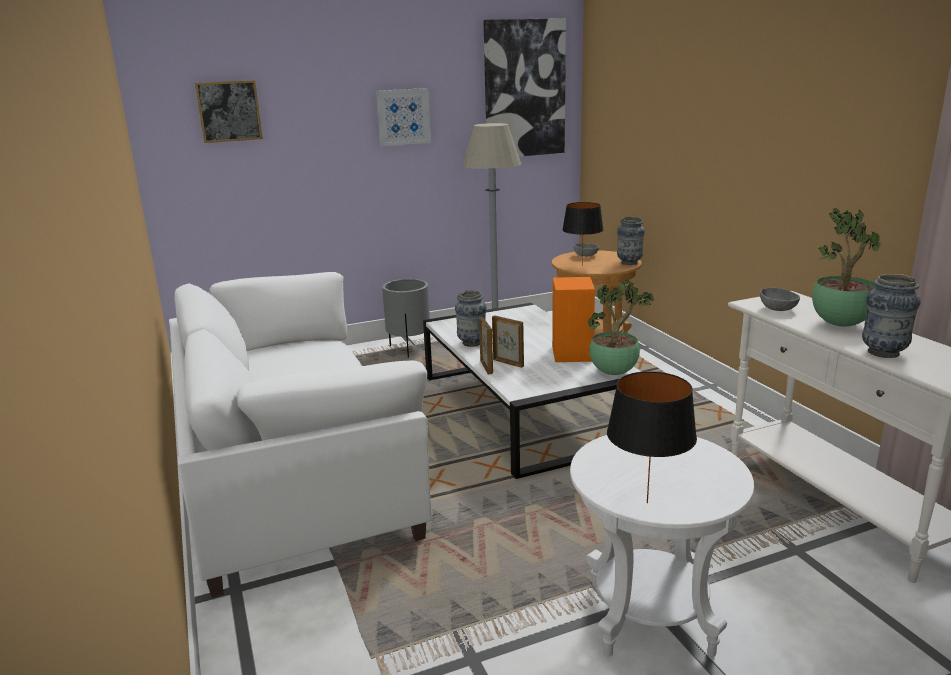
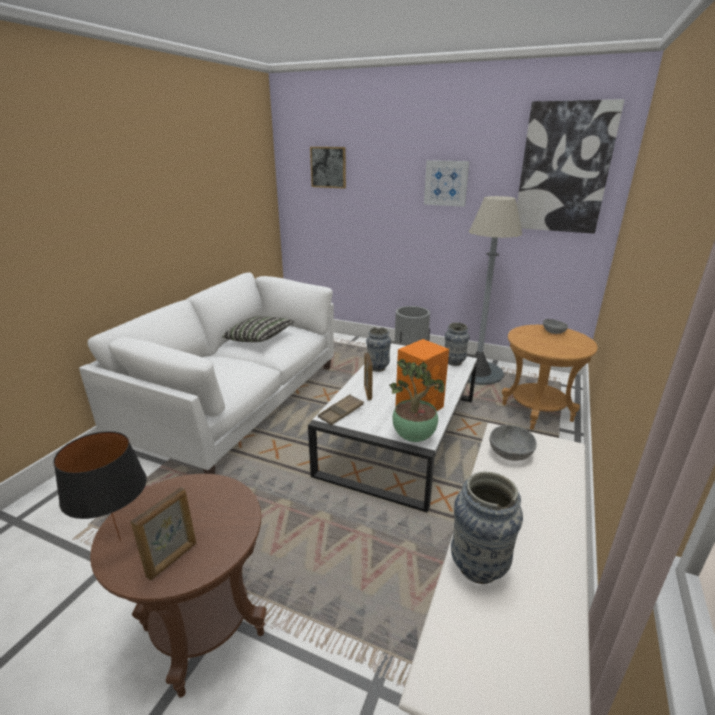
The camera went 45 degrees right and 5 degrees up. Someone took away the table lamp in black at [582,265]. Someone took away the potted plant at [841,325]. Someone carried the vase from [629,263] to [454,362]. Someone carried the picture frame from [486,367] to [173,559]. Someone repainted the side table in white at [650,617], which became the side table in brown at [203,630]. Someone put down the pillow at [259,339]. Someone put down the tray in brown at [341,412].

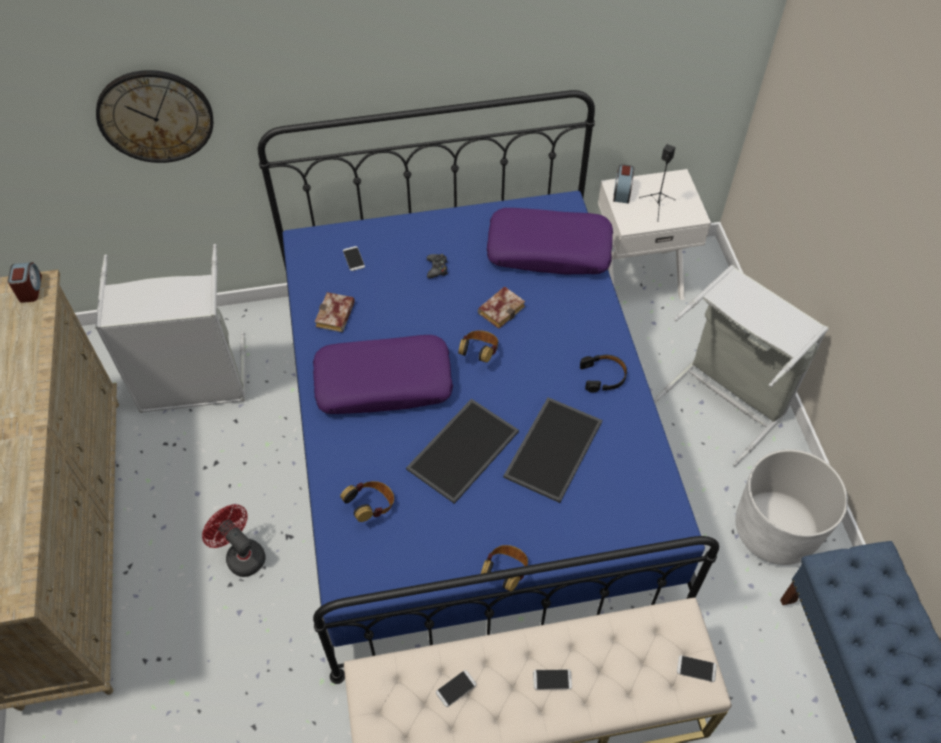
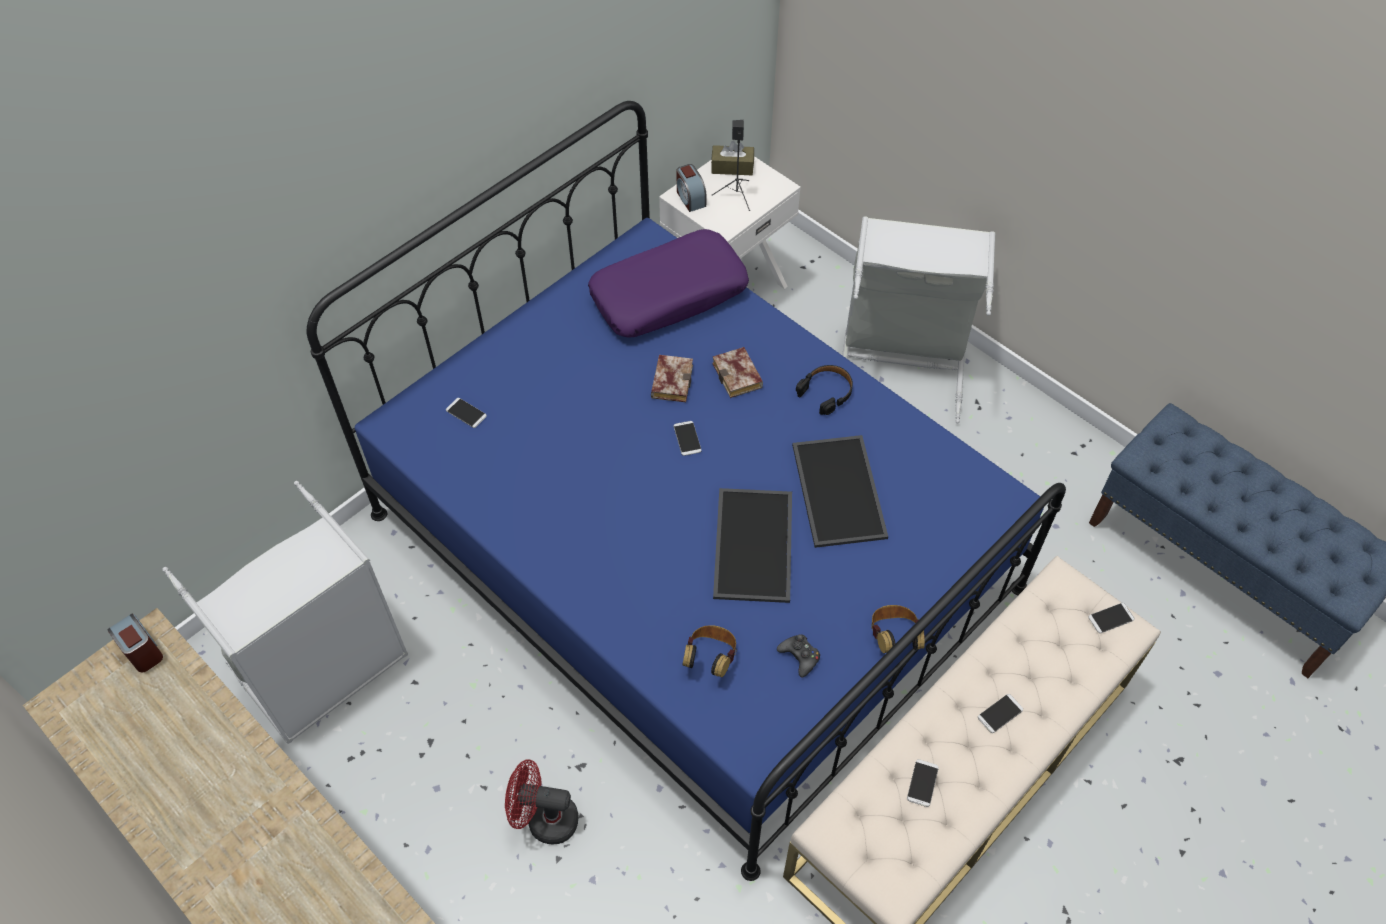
The camera went 35 degrees left and 0 degrees up. Someone took away the wall clock at [155,116]. Someone carried the game controller in black from [437,268] to [800,656]. Someone carried the book from [336,317] to [739,377]. Someone swapped the headphones at [479,353] for the phone at [687,438]. Someone took away the pillow in purple at [384,382]. Someone took away the planter in white at [775,530]. Someone put down the tissue box in brown at [732,167].

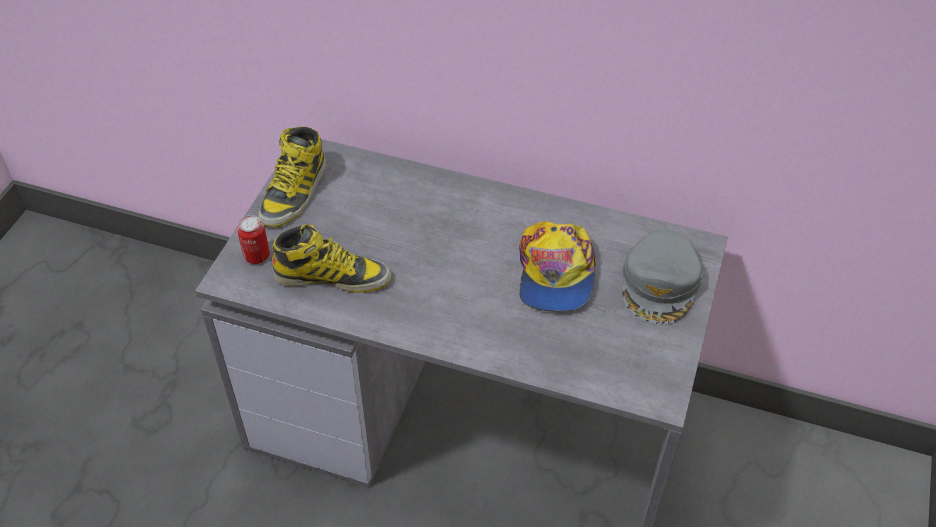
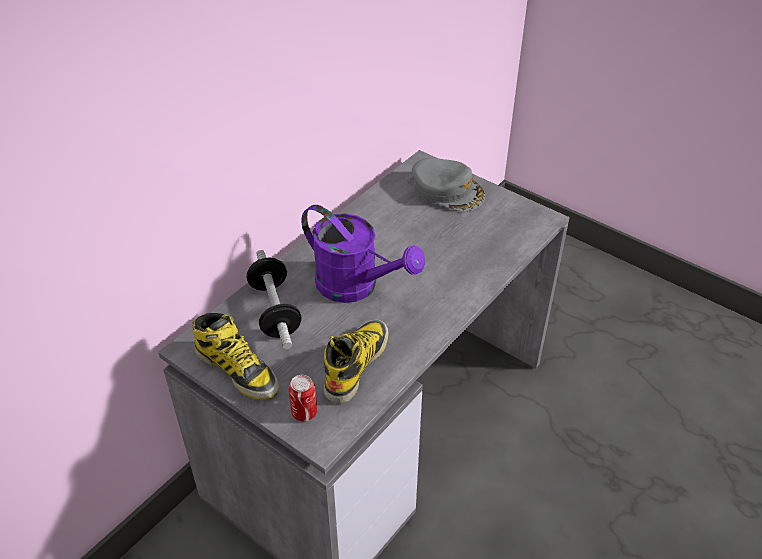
The camera went 70 degrees left and 5 degrees down. Someone took away the cap at [555,273]. Someone put down the watering can in purple at [356,286]. Someone put down the dumbbell at [275,311].

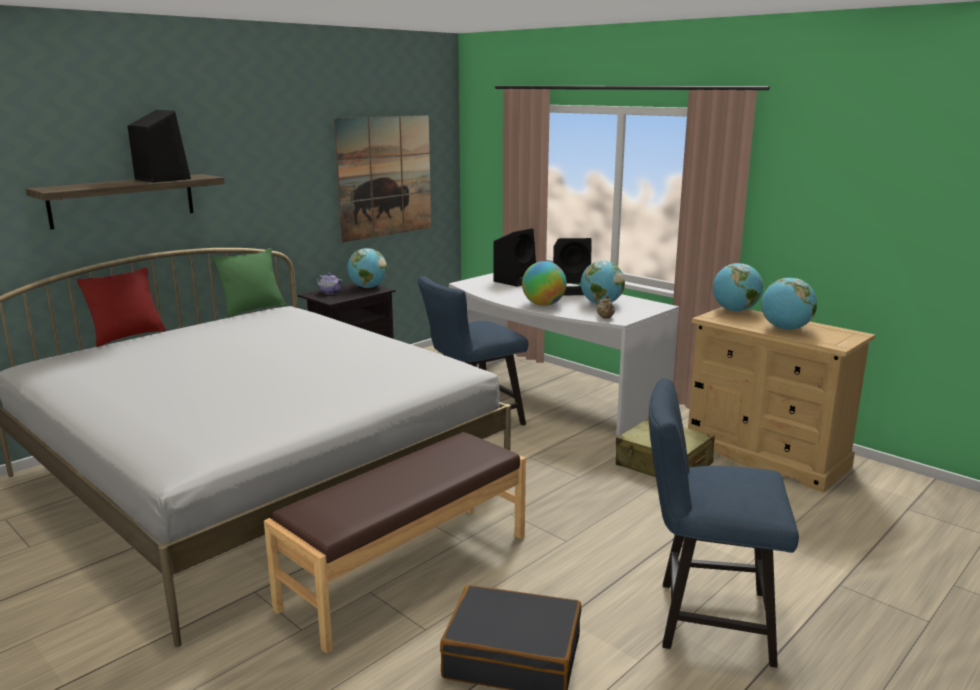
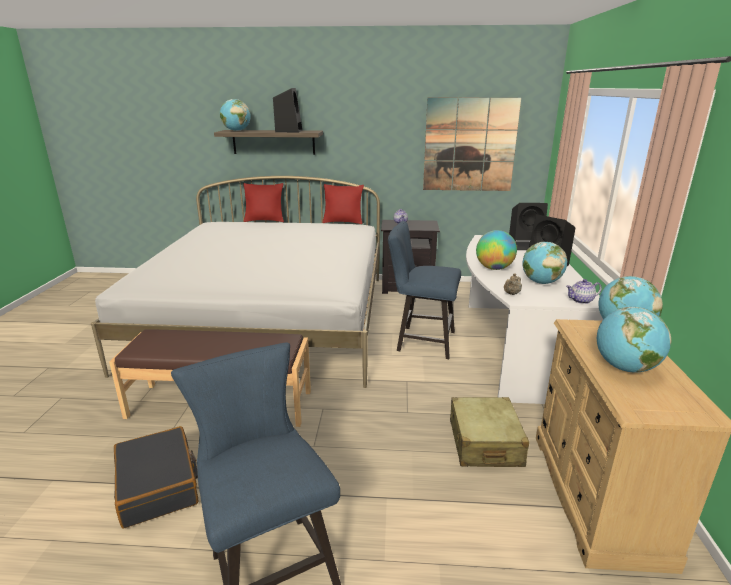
The camera went 50 degrees right and 5 degrees up. Someone repainted the pillow in green at [253,310], which became the pillow in red at [343,222]. Someone carried the globe from [367,287] to [236,131]. Someone put down the teapot at [581,300].

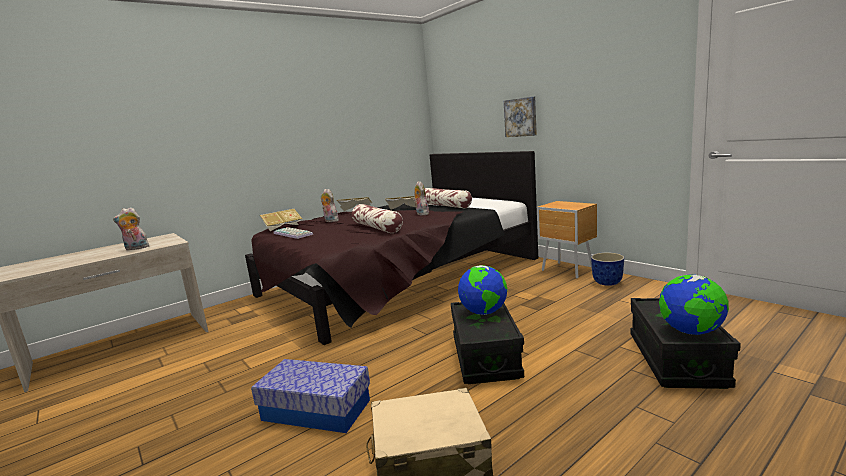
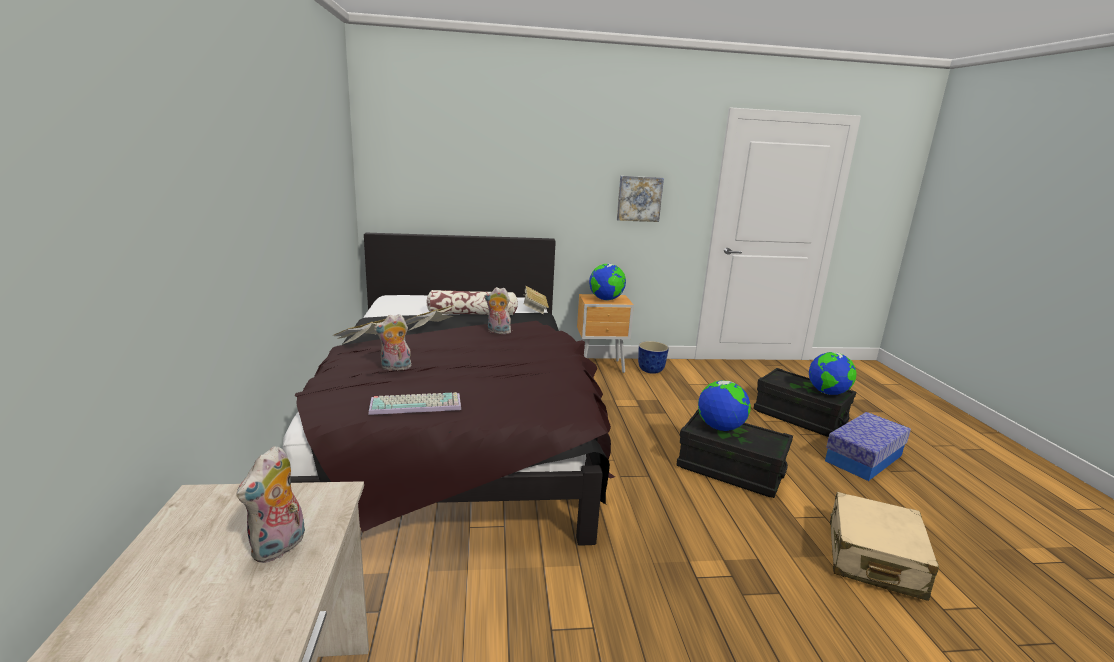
The camera went 60 degrees left and 5 degrees up. Someone carried the picture from [521,117] to [639,198]. Someone took away the pillow at [377,227]. Someone carried the book from [282,227] to [534,309]. Someone carried the storage box from [316,410] to [863,458]. Someone put down the globe at [606,299].

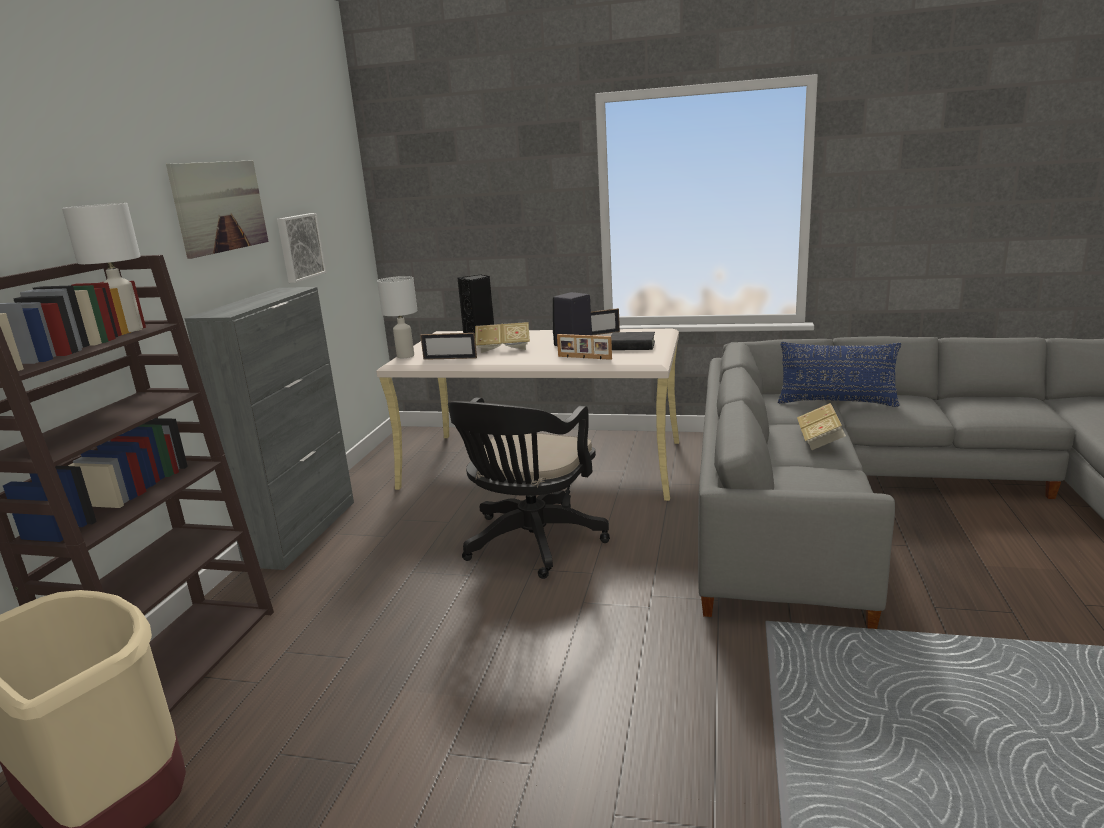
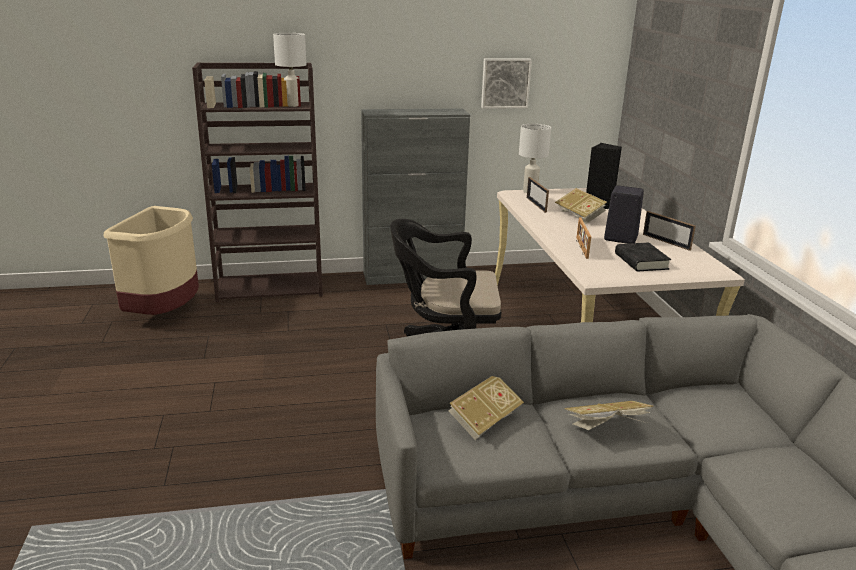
The camera went 65 degrees right and 5 degrees up. Someone took away the picture at [220,206]. Someone took away the pillow in blue at [836,402]. Someone put down the book at [484,420].

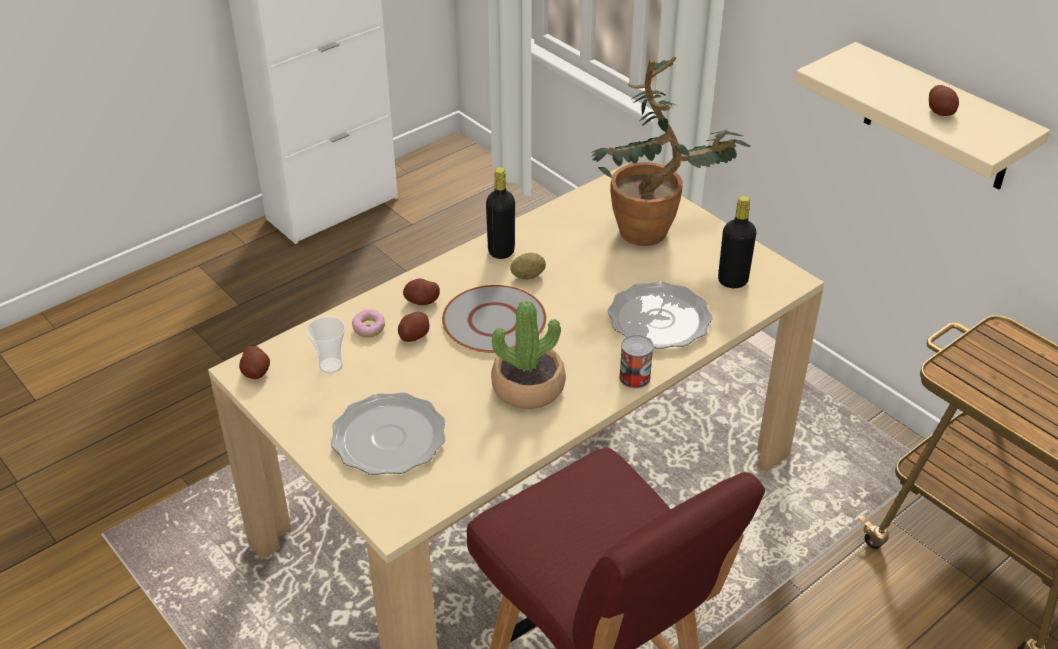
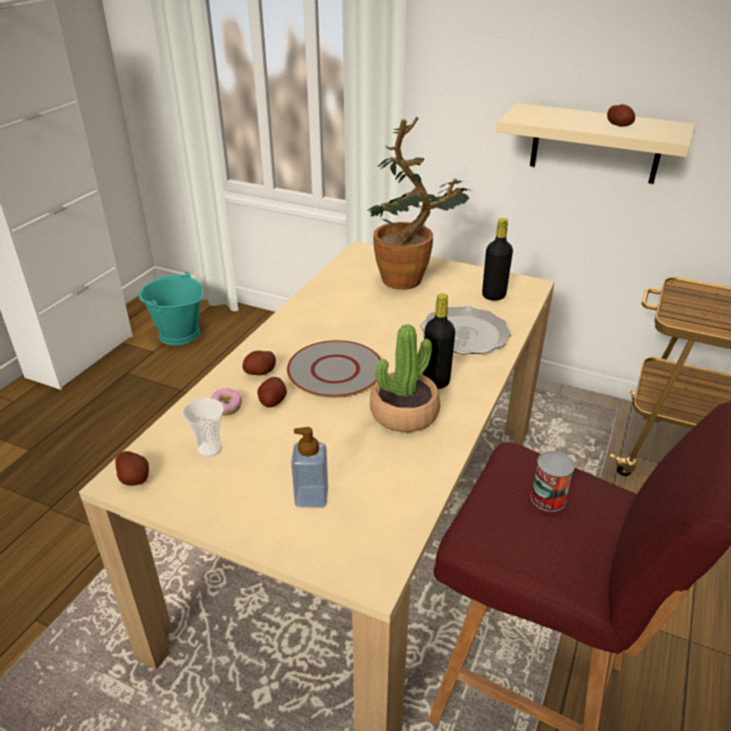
The camera went 25 degrees left and 5 degrees down. Someone carried the bottle in black from [501,251] to [436,381]. Someone took away the potato at [528,276]. Someone carried the can from [634,377] to [548,498]. Someone swapped the plate at [389,438] for the soap dispenser at [311,497]. Someone put down the bucket in turquoise at [179,334].

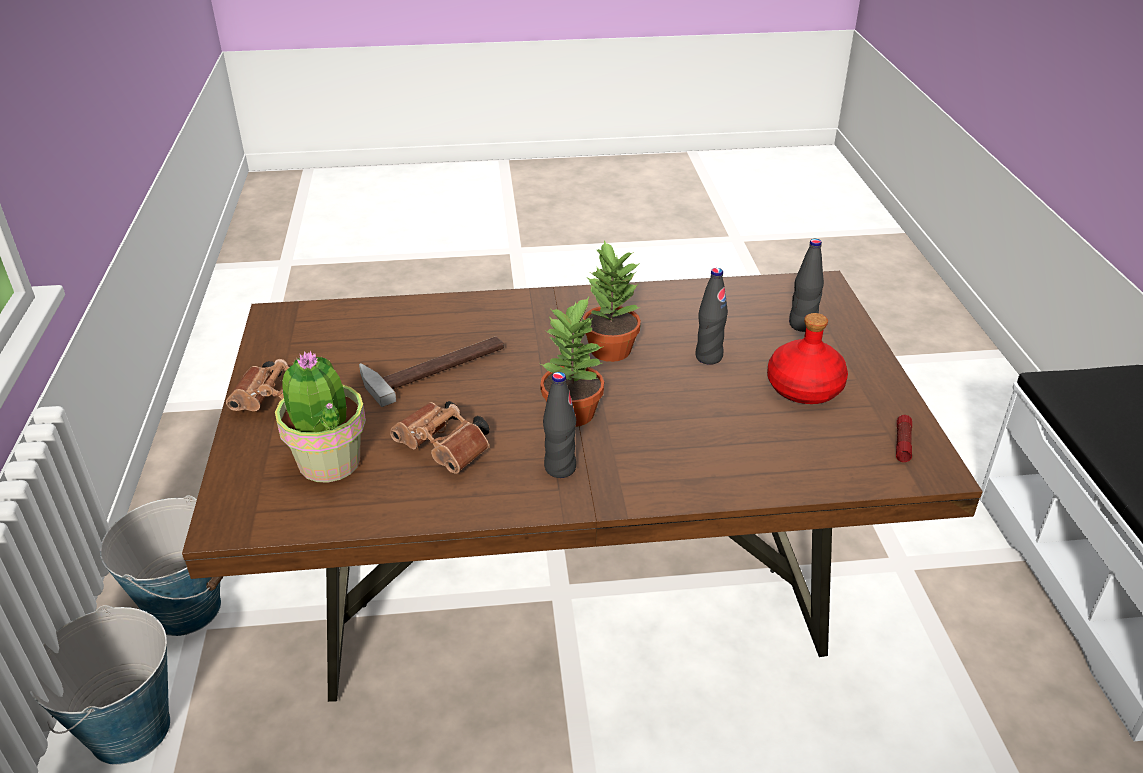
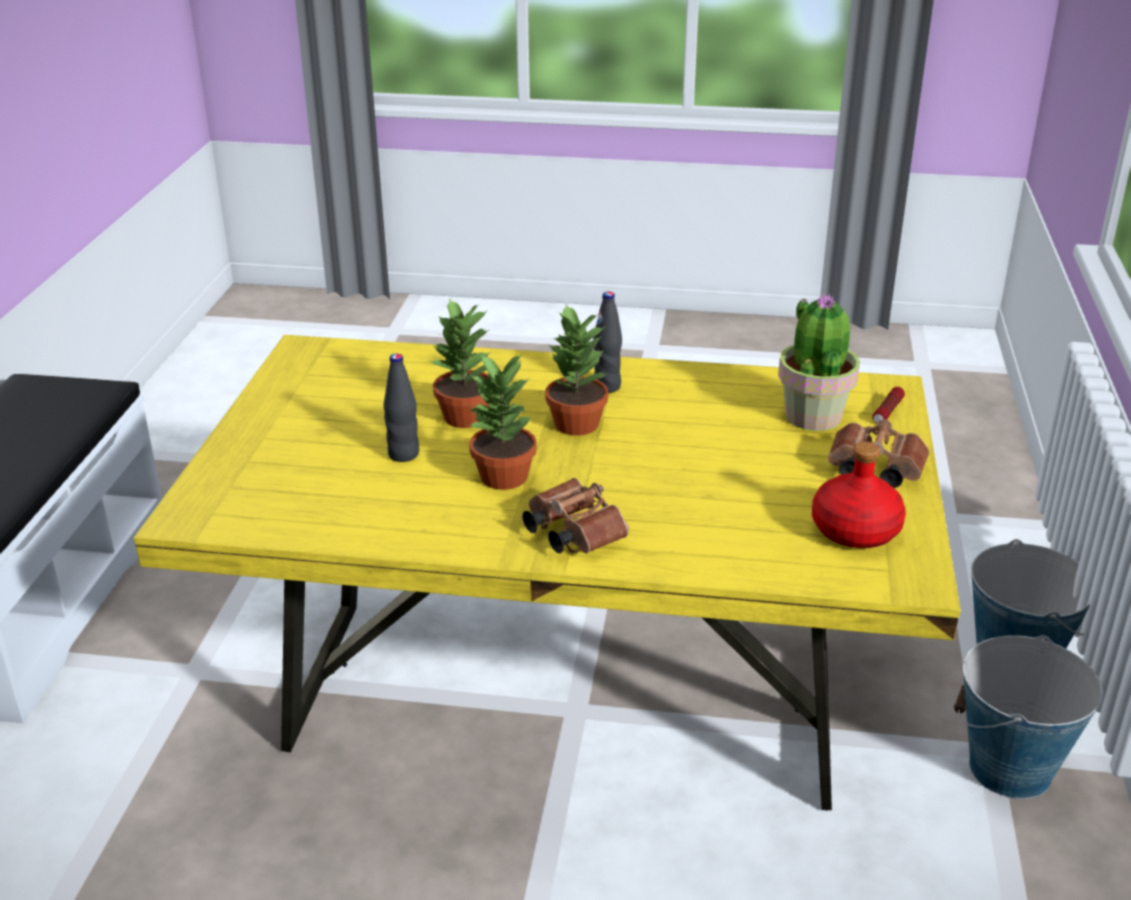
The camera went 165 degrees left and 5 degrees down. Someone took away the bottle in black at [802,325]. Someone repainted the dining table in brown at [568,599], which became the dining table in yellow at [570,700]. Someone carried the bottle in red from [803,388] to [856,531]. Someone took away the hammer at [434,366]. Someone carried the binoculars in brown from [446,450] to [571,533]. Someone carried the flashlight from [902,443] to [887,412]. Someone put down the potted plant at [466,417].

